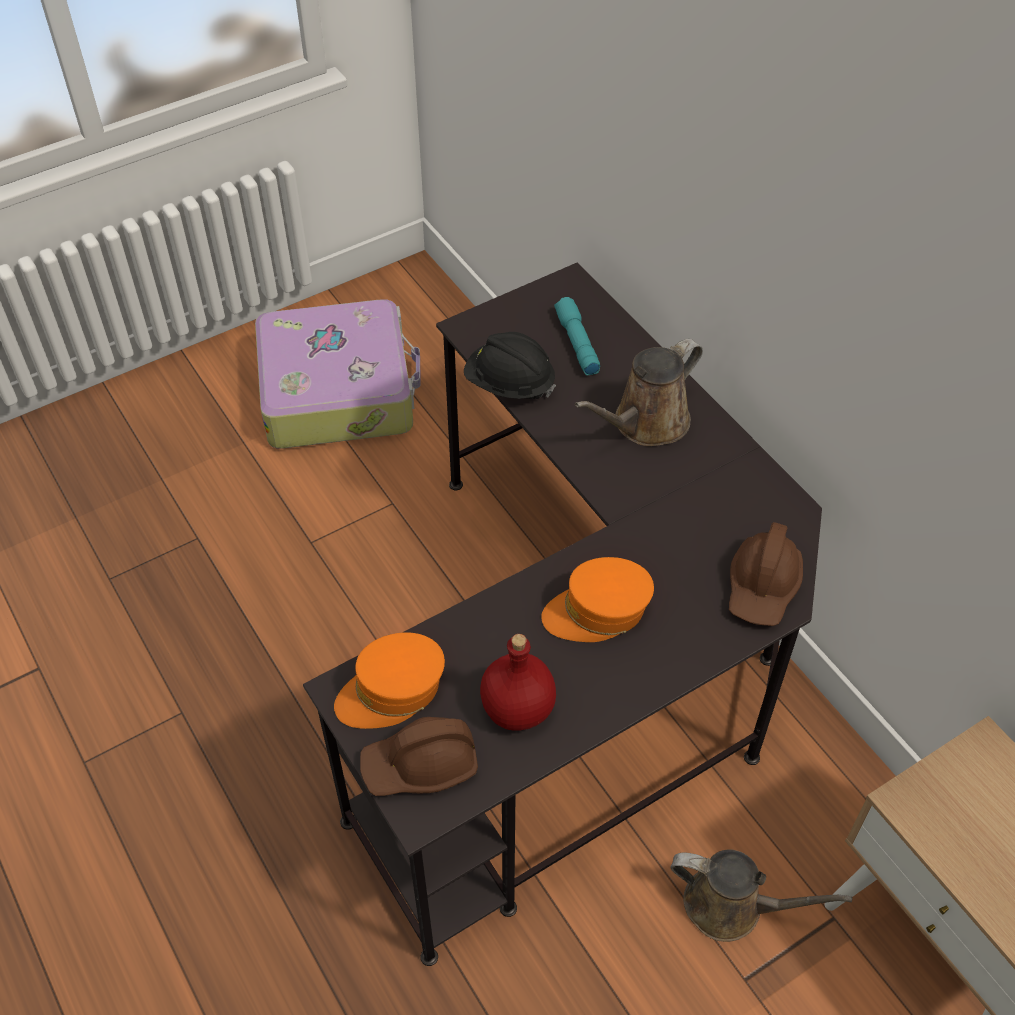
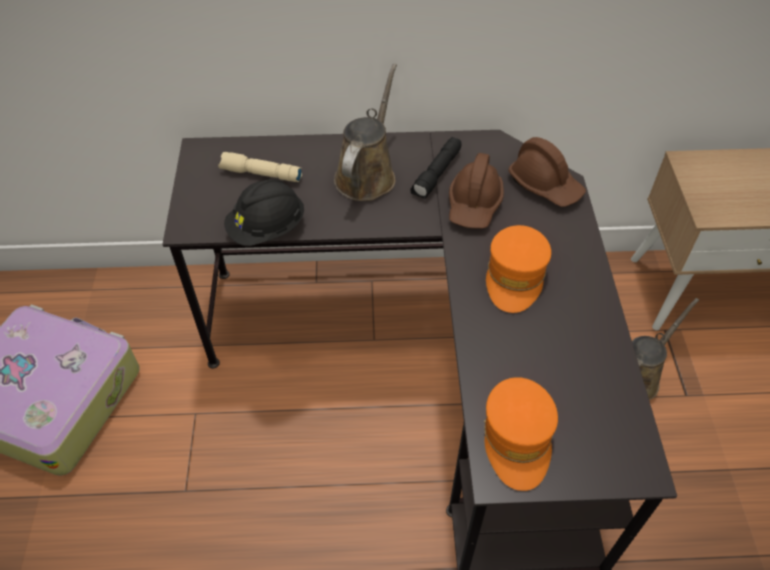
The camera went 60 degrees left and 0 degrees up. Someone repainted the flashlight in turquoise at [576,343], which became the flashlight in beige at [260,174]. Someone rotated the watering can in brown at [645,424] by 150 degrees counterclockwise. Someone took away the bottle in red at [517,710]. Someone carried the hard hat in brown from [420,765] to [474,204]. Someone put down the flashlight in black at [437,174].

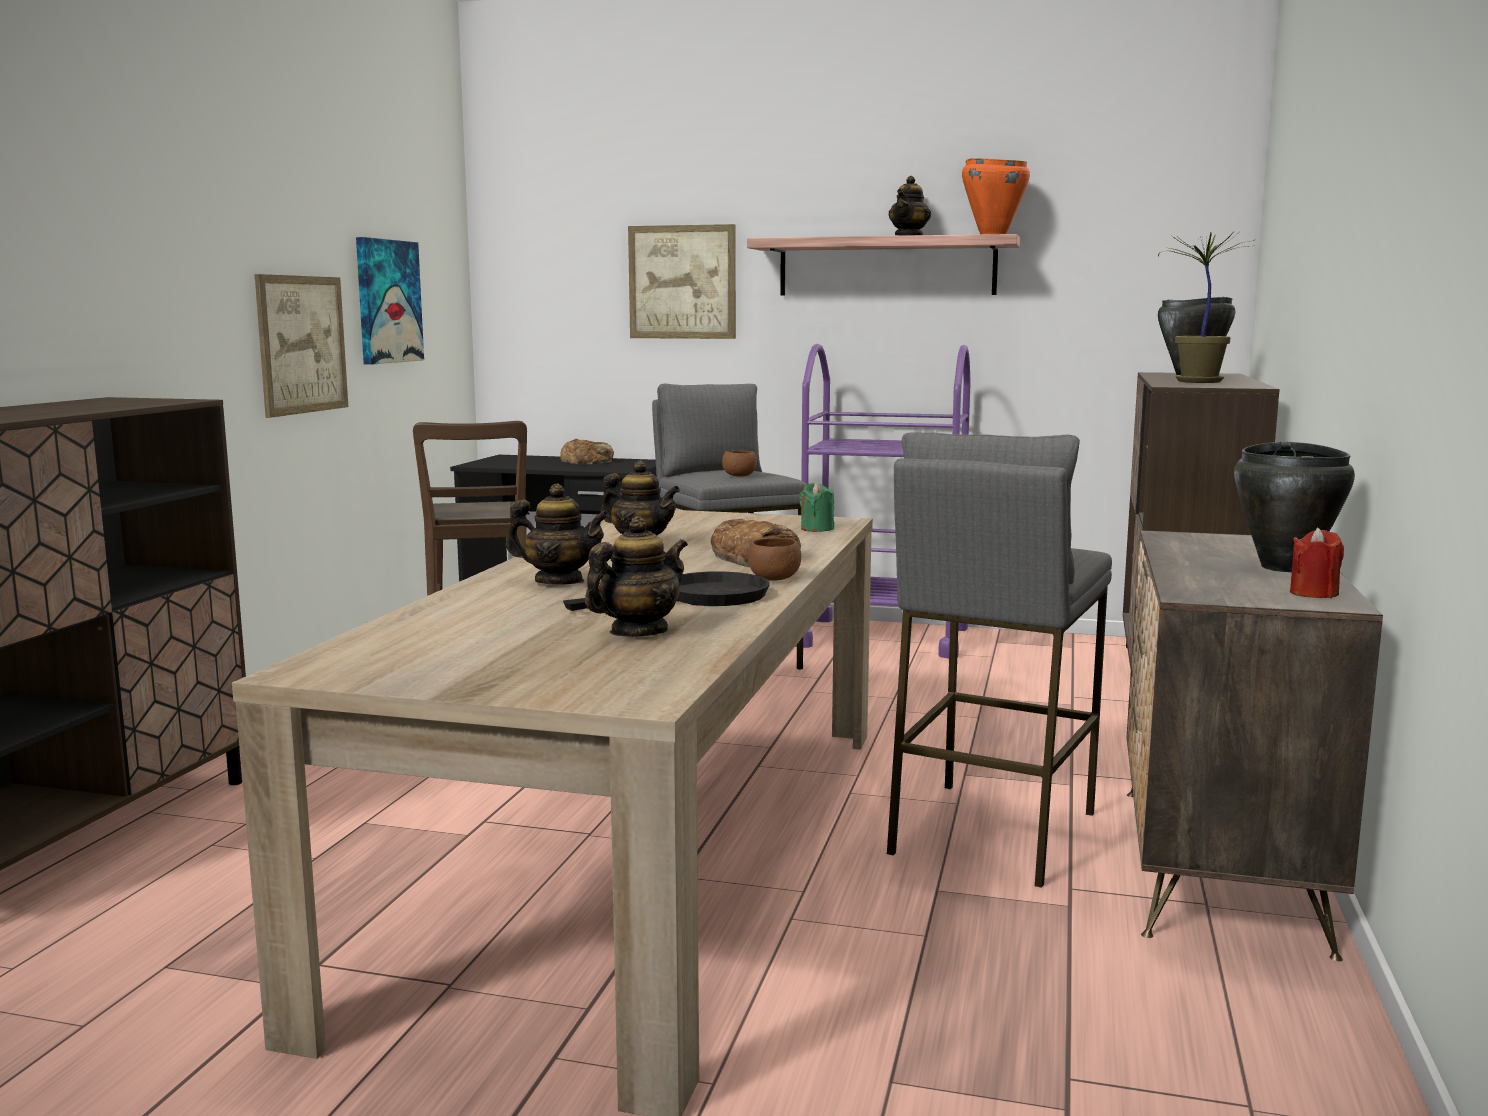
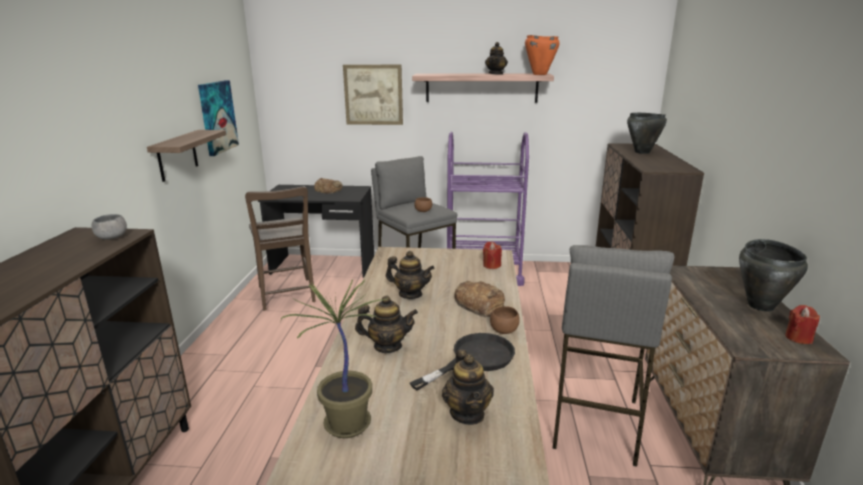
The camera went 10 degrees left and 10 degrees up. Someone carried the potted plant from [1197,381] to [345,425]. Someone swapped the picture at [302,344] for the shelf at [177,155]. Someone repainted the candle in green at [817,529], which became the candle in red at [491,265]. Someone rotated the teapot at [638,632] by 135 degrees clockwise. Someone put down the bowl in grey at [112,237].

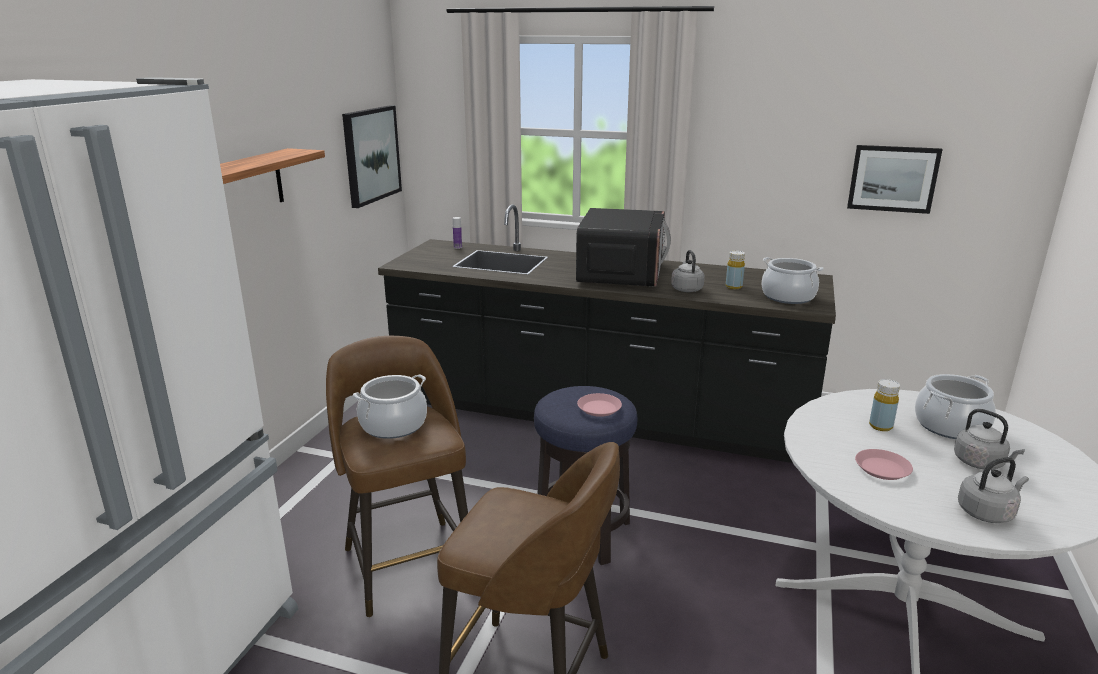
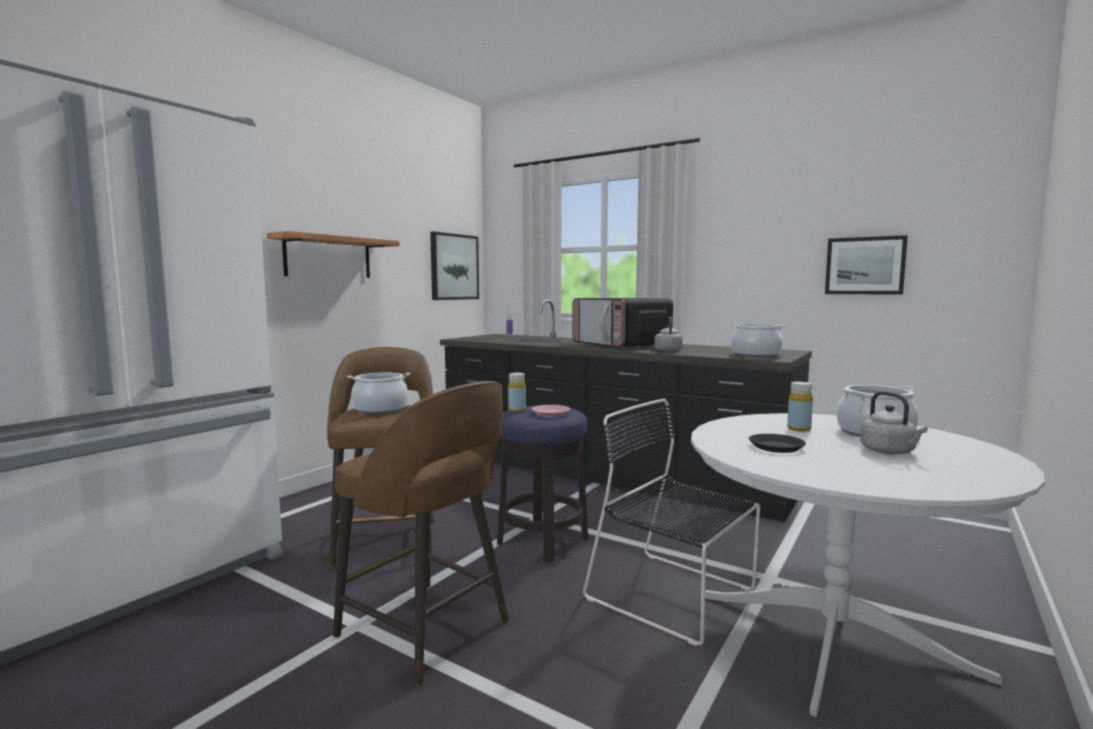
The camera went 15 degrees right and 15 degrees down. Someone rotated the microwave at [621,274] by 120 degrees clockwise. Someone carried the bottle in yellow from [733,287] to [517,410]. Someone repainted the plate in pink at [882,468], which became the plate in black at [776,447]. Someone took away the kettle in grey at [987,512]. Someone put down the chair in black at [675,596].

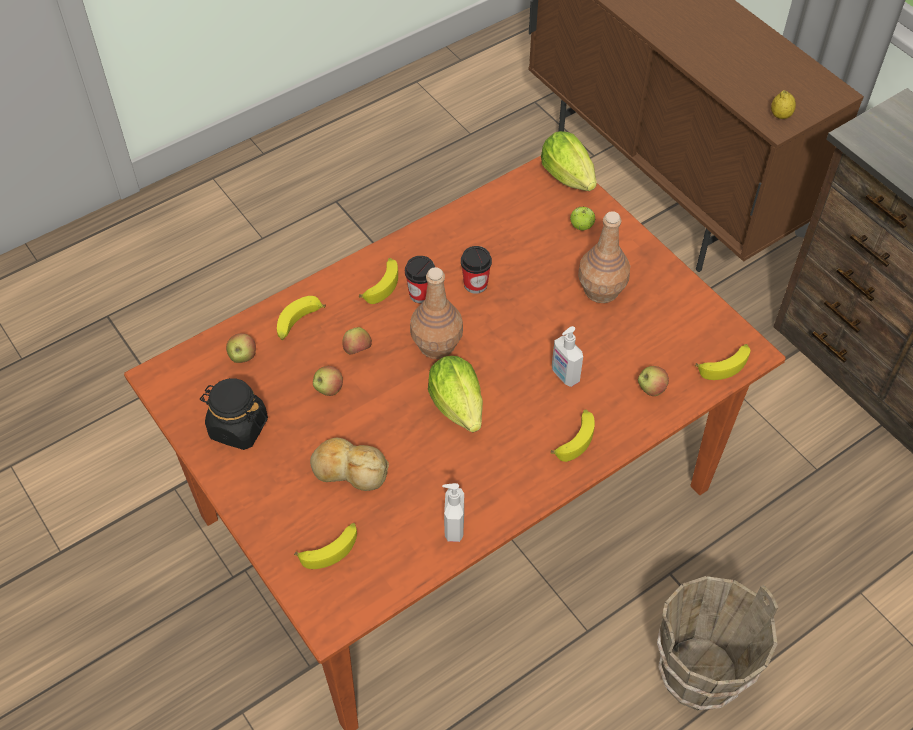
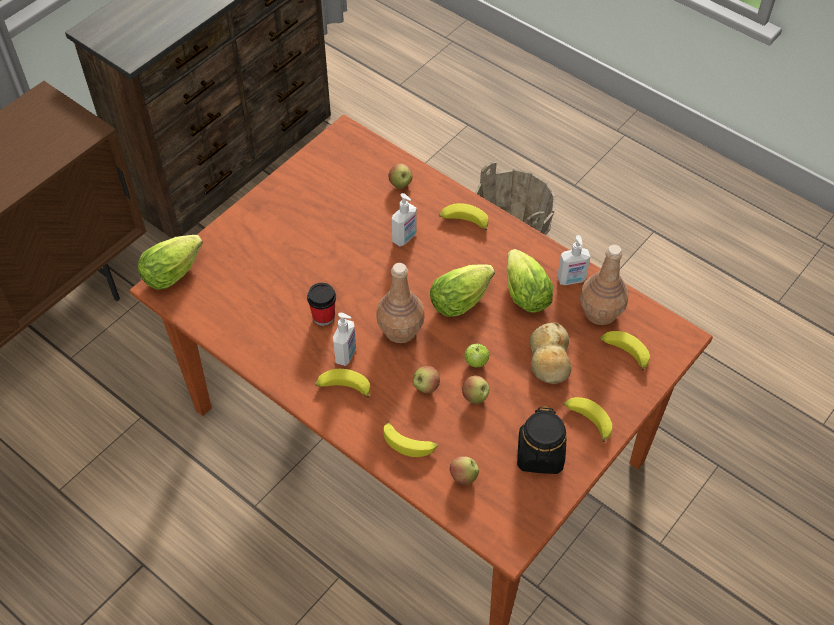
The camera went 105 degrees left and 0 degrees up. Someone took away the lemon at [780,116]. Someone carried the apple from [581,226] to [476,362]. Someone carried the bottle in brown from [602,289] to [600,311]. Someone swapped the cup at [421,294] for the soap dispenser at [346,355]. Someone carried the banana from [724,365] to [587,421]. Someone put down the lettuce at [524,291].

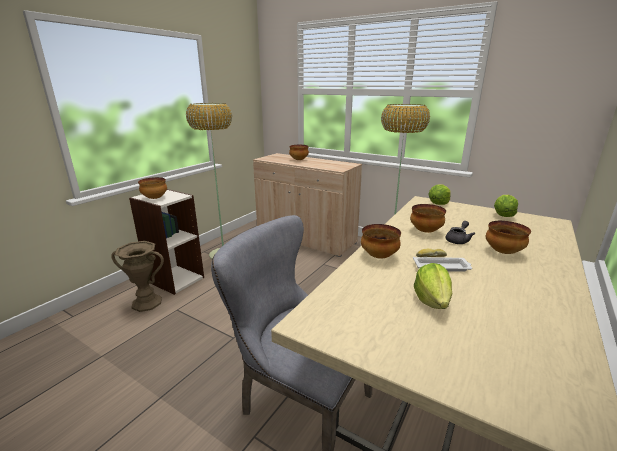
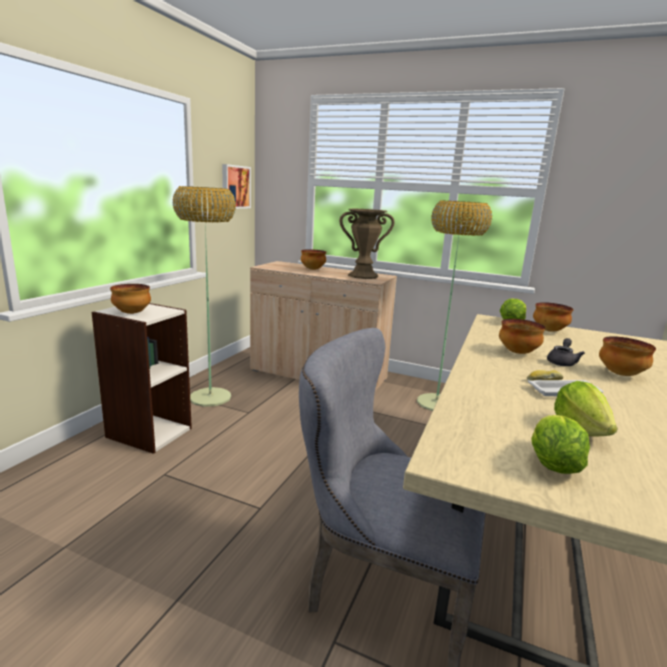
The camera went 10 degrees left and 5 degrees down. Someone carried the lettuce from [503,215] to [552,464]. Someone carried the bowl from [379,256] to [549,330]. Someone carried the vase in brown from [147,303] to [363,276]. Someone put up the picture at [235,187].

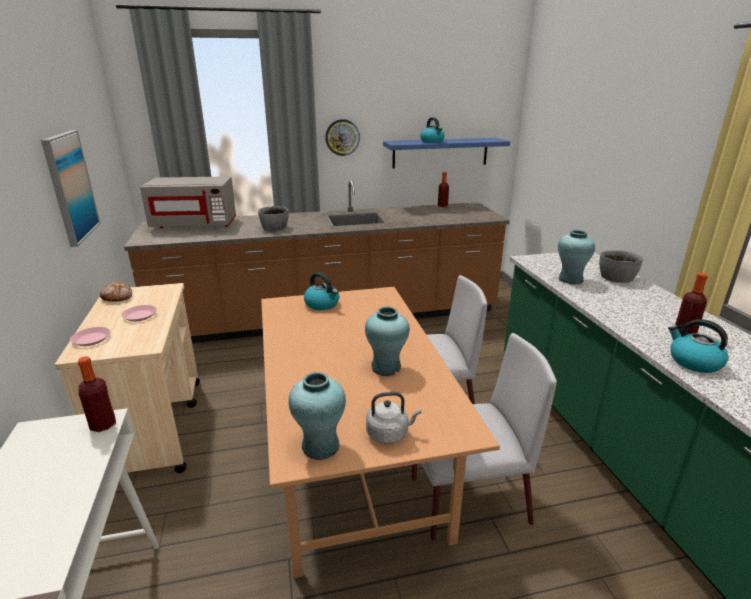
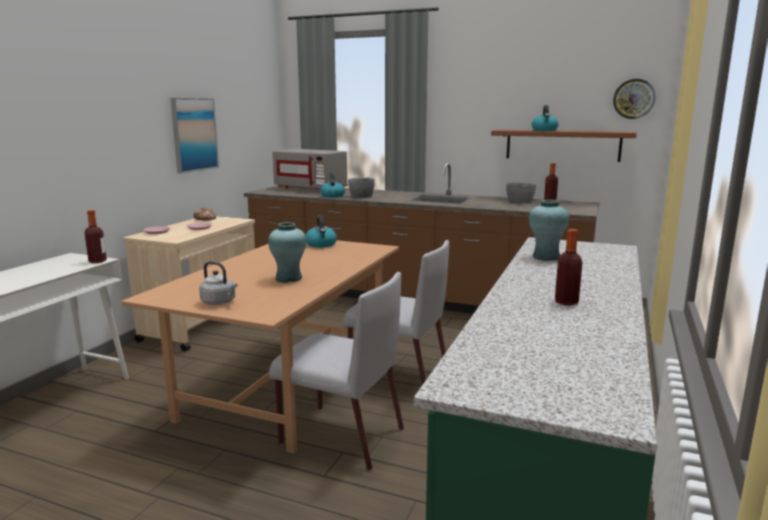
The camera went 35 degrees right and 10 degrees down. Someone carried the wall clock from [342,137] to [633,99]. Someone repainted the shelf in blue at [440,153], which became the shelf in brown at [562,145]. Someone carried the bowl in grey from [616,277] to [519,201]. Someone carried the kettle from [693,362] to [332,196]. Someone took away the vase in turquoise at [320,446].

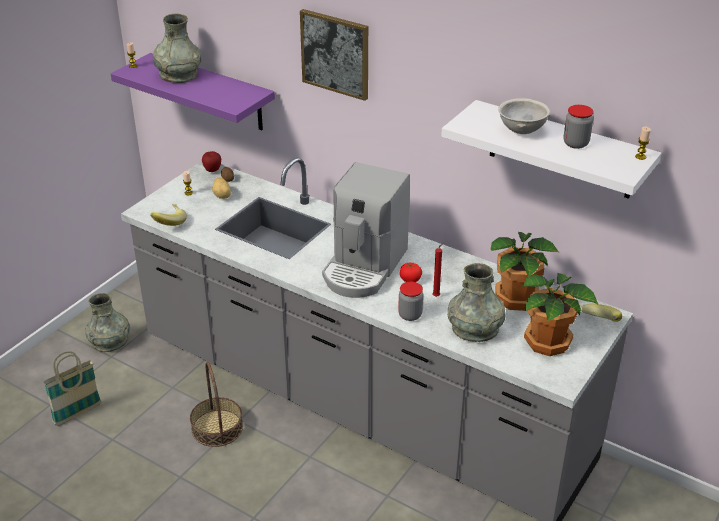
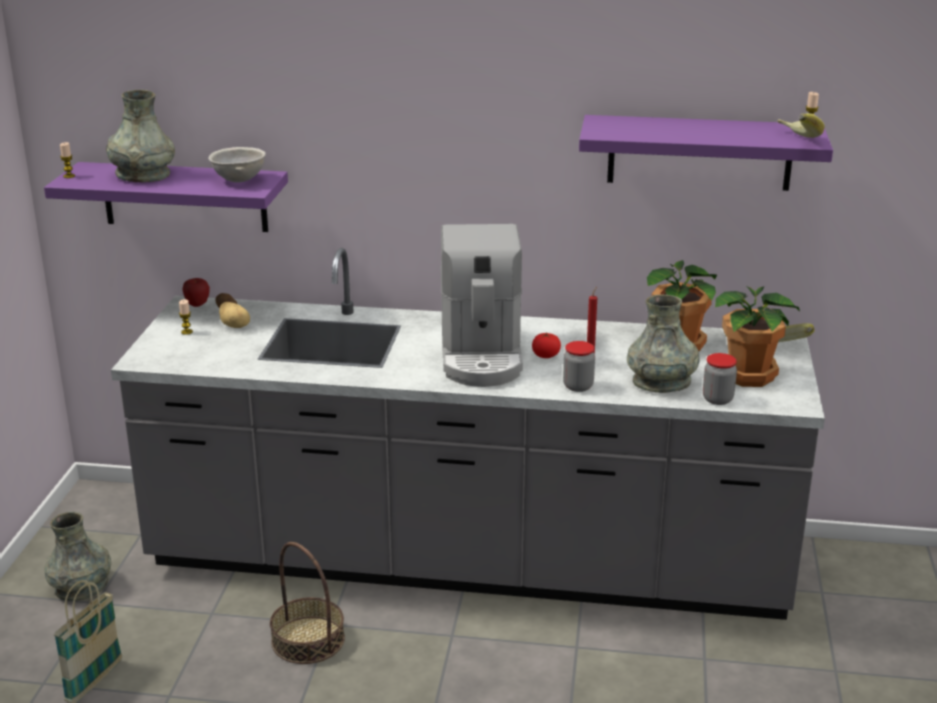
The camera went 25 degrees left and 10 degrees down. Someone took away the picture at [335,54]. Someone carried the bowl in grey from [521,131] to [238,181]. Someone repainted the shelf in white at [561,150], which became the shelf in purple at [699,152]. Someone carried the jar from [575,143] to [717,399]. Someone carried the banana from [169,223] to [794,140].

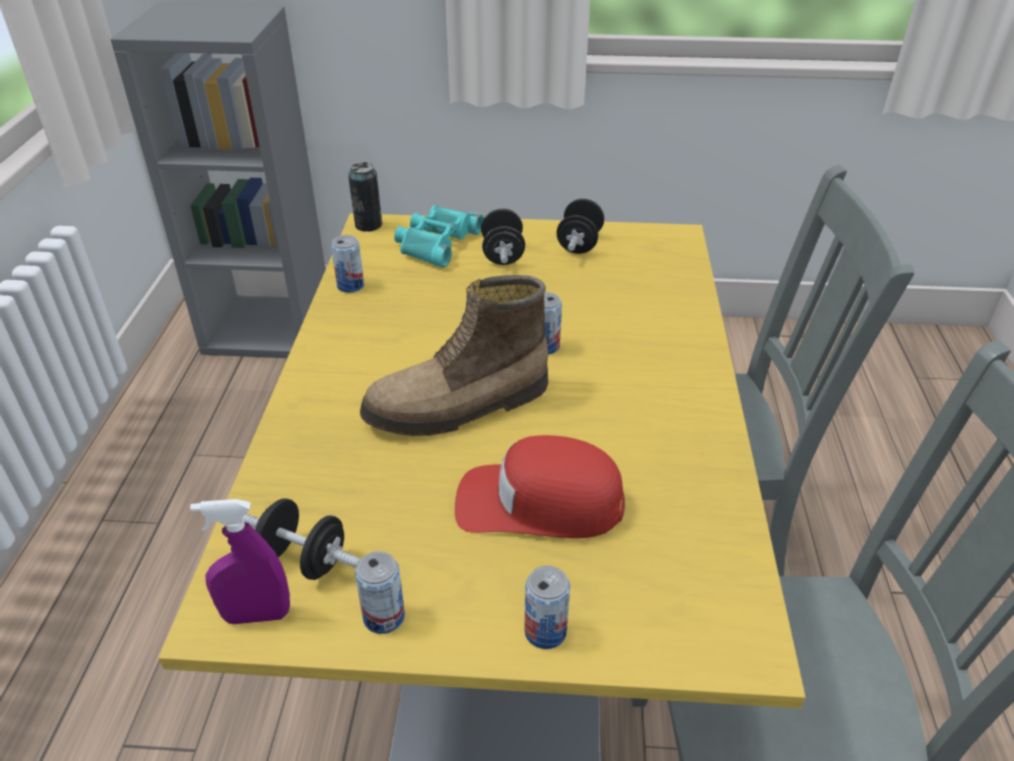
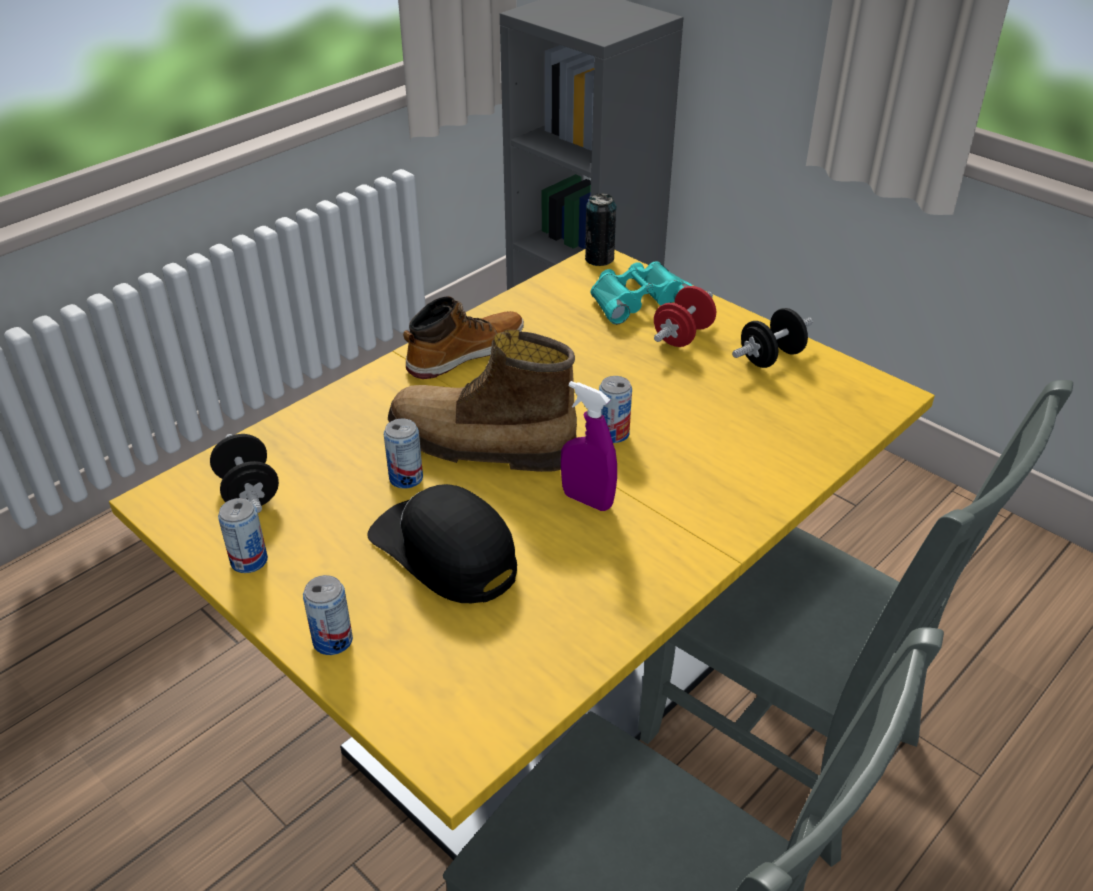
The camera went 40 degrees right and 0 degrees up. Someone repainted the dumbbell in black at [502,255], which became the dumbbell in red at [683,336]. Someone carried the can from [350,286] to [406,478]. Someone repainted the cap in red at [539,503], which became the cap in black at [445,552]. Someone carried the spray bottle in purple from [257,615] to [587,500]. Someone put down the boot at [464,352].

